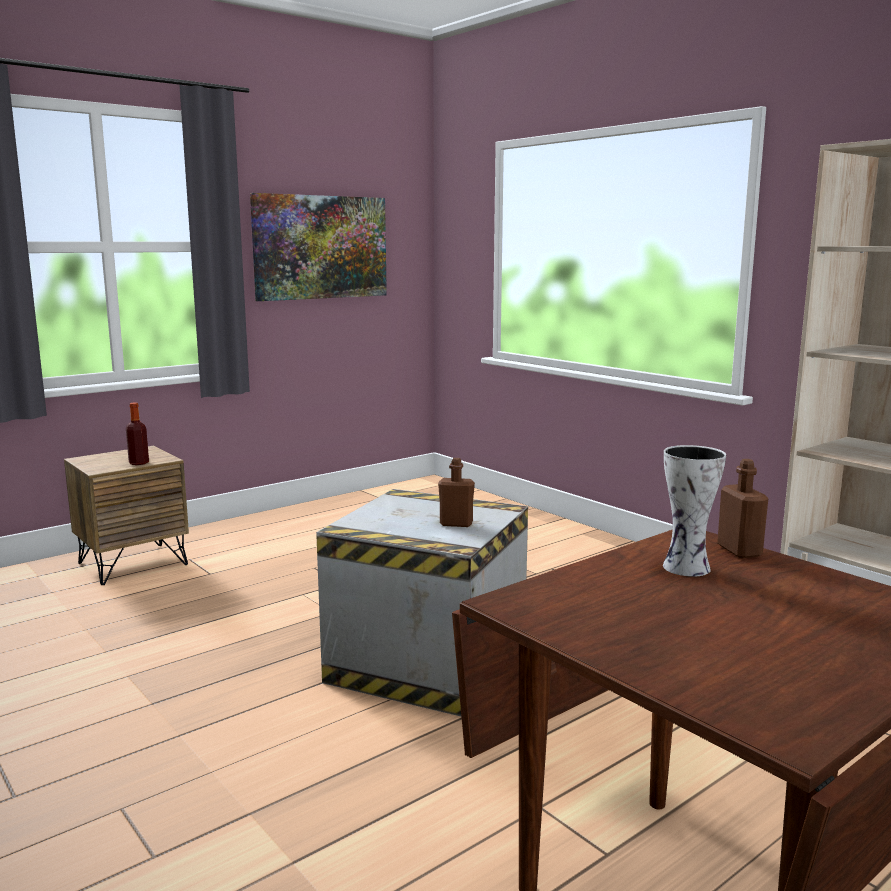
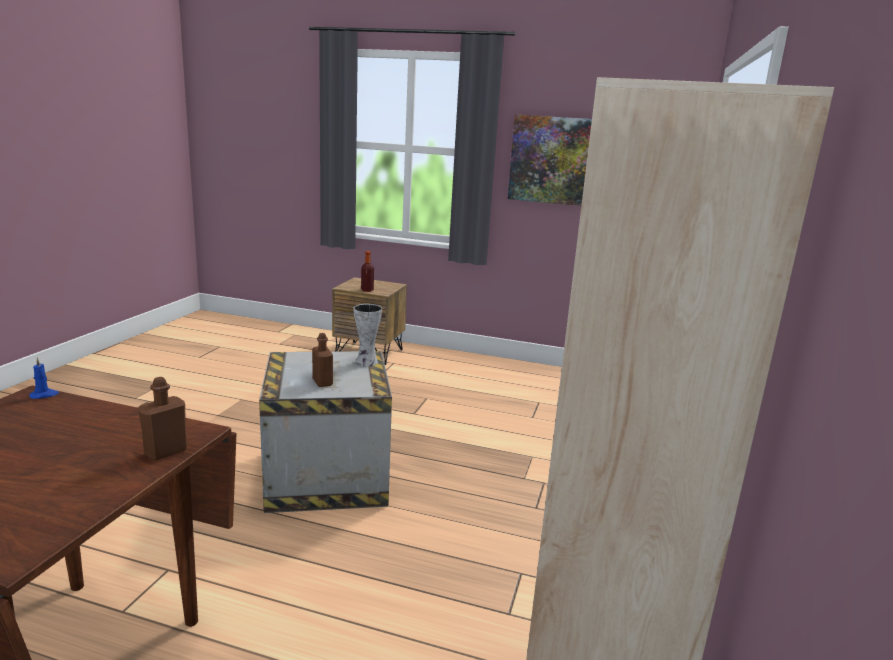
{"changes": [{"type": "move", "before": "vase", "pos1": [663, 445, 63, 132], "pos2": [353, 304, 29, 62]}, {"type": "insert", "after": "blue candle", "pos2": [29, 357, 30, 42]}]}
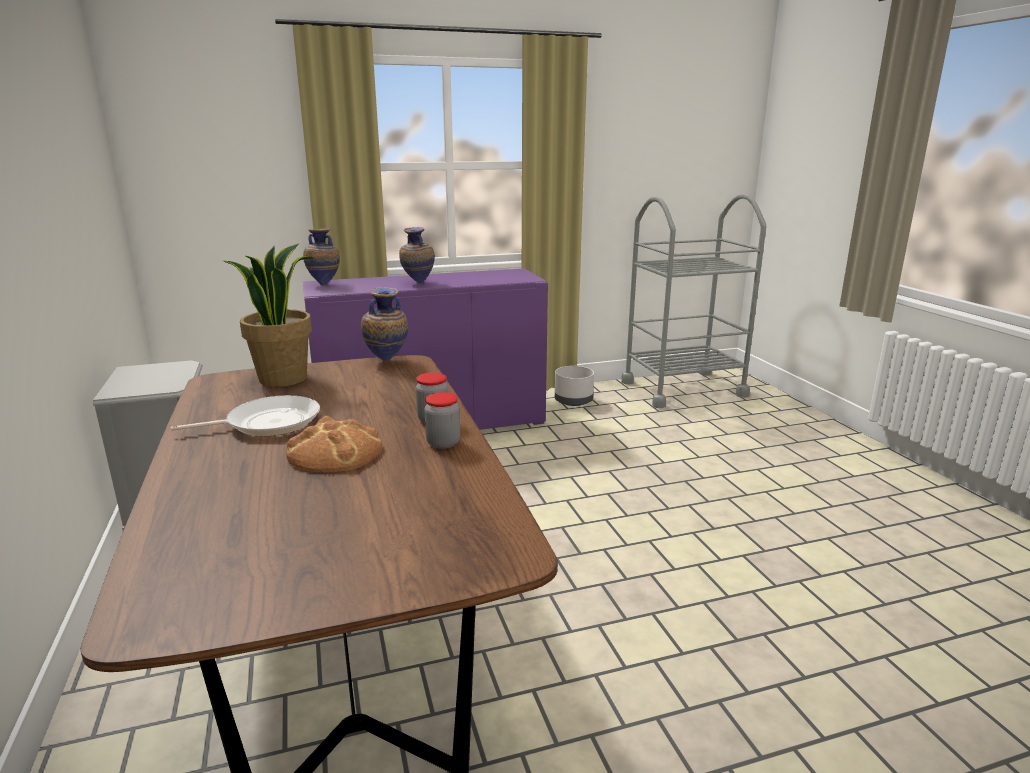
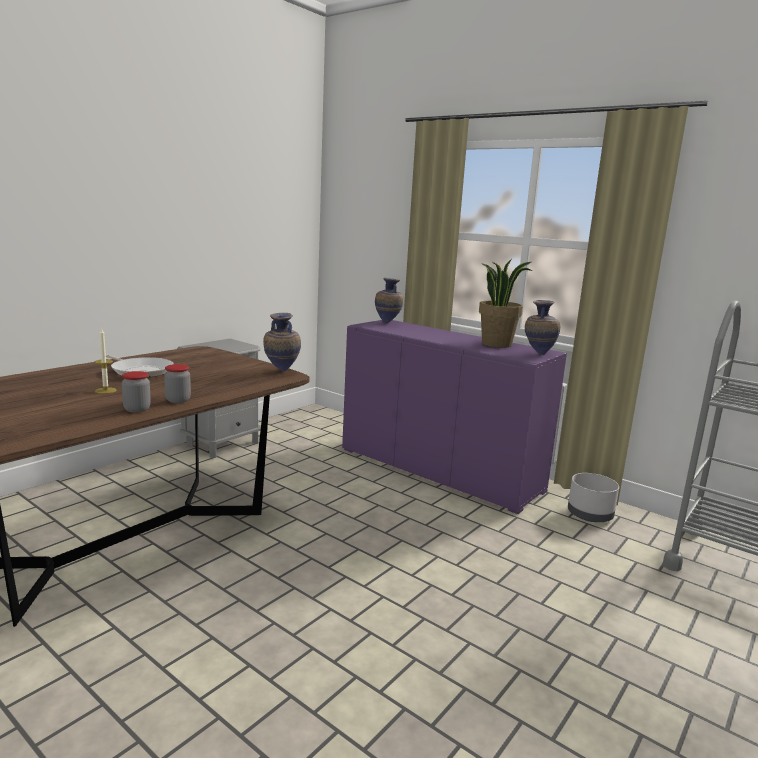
{"changes": [{"type": "move", "before": "vase", "pos1": [399, 227, 36, 56], "pos2": [525, 300, 35, 55]}, {"type": "move", "before": "potted plant", "pos1": [223, 244, 91, 143], "pos2": [479, 260, 54, 88]}, {"type": "replace", "before": "bread", "after": "candle", "pos1": [286, 416, 96, 56], "pos2": [95, 328, 22, 66]}]}
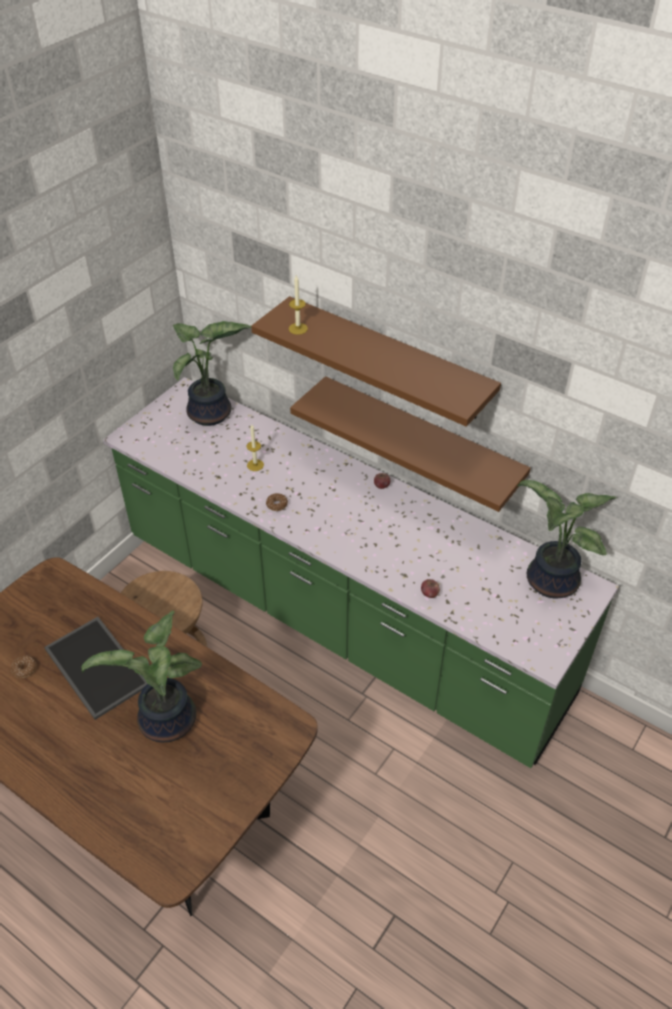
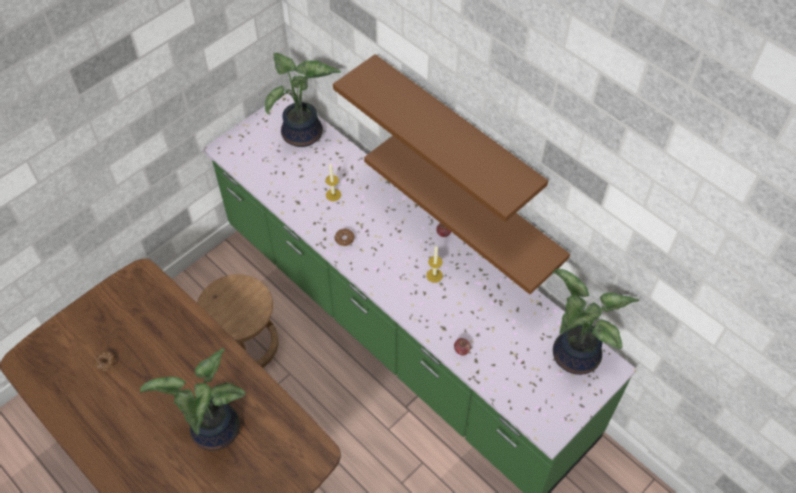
{"changes": [{"type": "move", "before": "candle", "pos1": [289, 275, 19, 60], "pos2": [426, 246, 17, 37]}, {"type": "delete", "before": "tray", "pos1": [44, 617, 103, 103]}]}
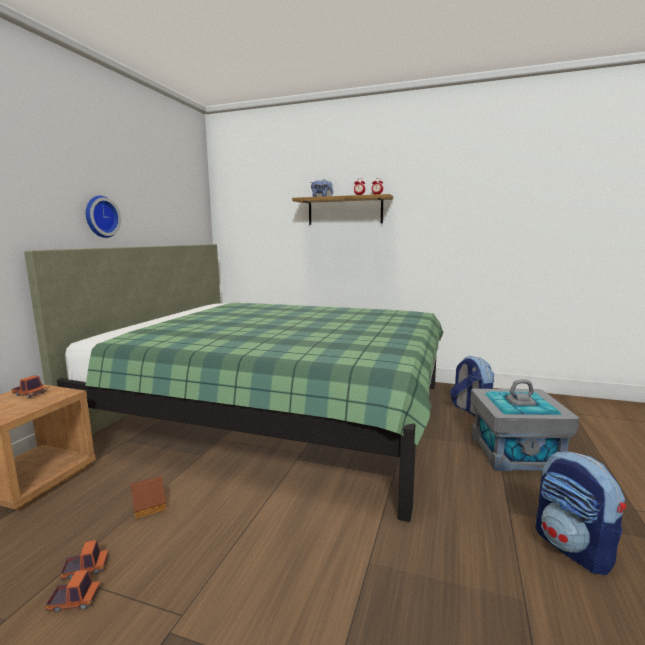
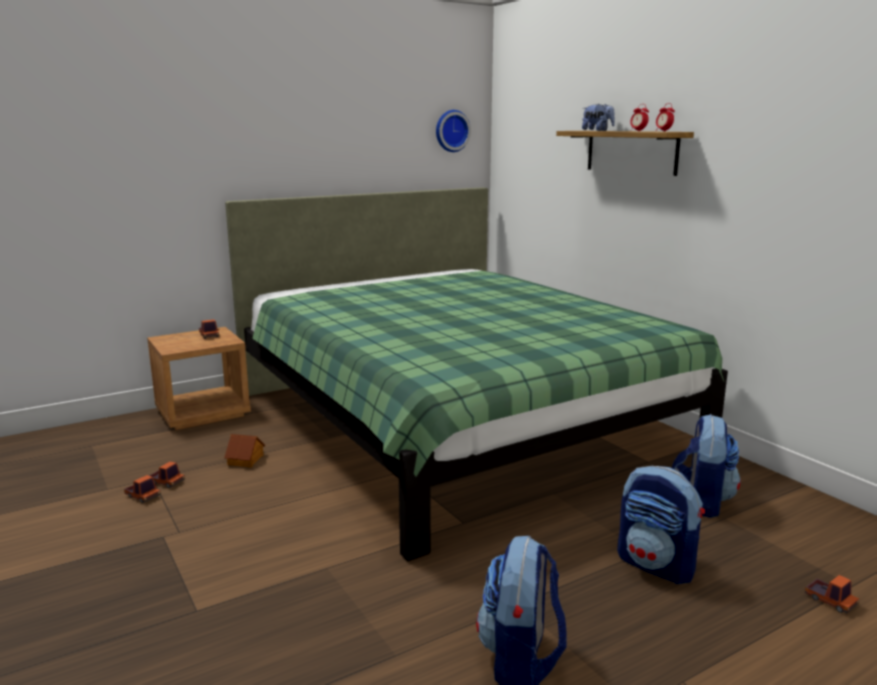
{"changes": [{"type": "move", "before": "wall clock", "pos1": [86, 196, 35, 42], "pos2": [436, 110, 35, 42]}, {"type": "replace", "before": "grey storage box", "after": "backpack", "pos1": [470, 379, 109, 92], "pos2": [617, 466, 88, 118]}, {"type": "insert", "after": "toy truck", "pos2": [805, 575, 54, 38]}]}
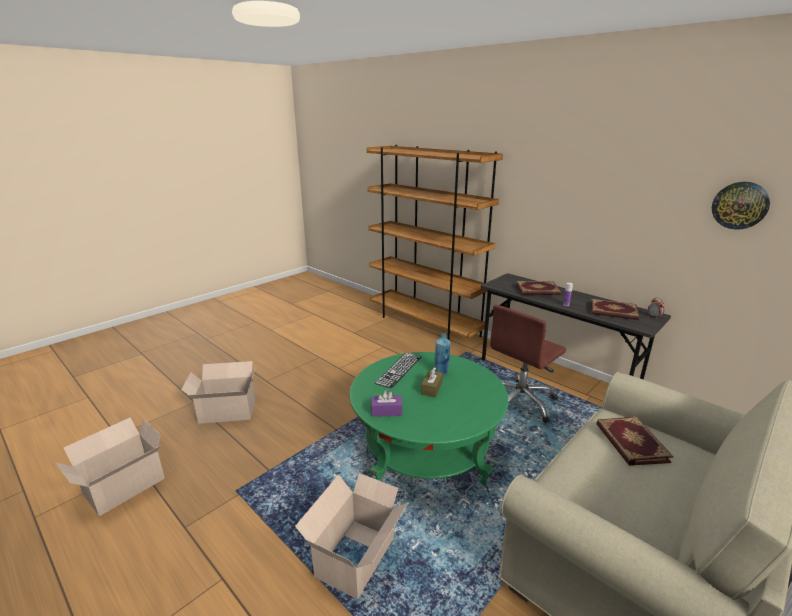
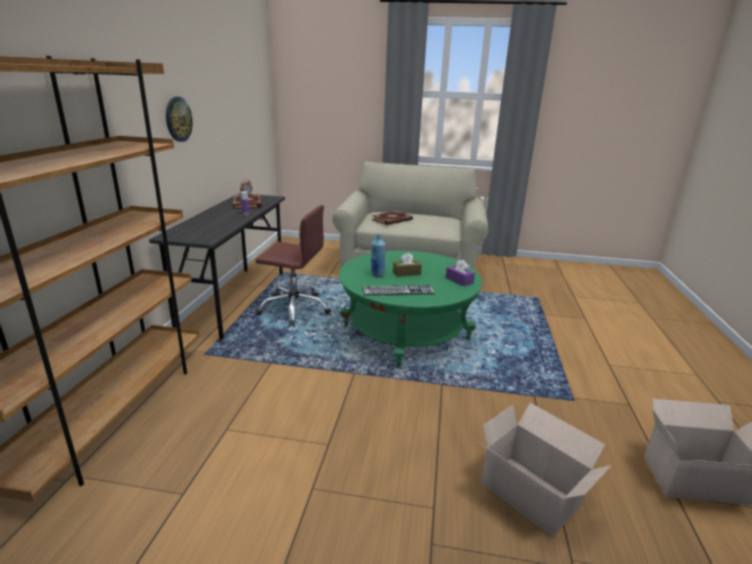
{"changes": [{"type": "move", "before": "wall clock", "pos1": [712, 182, 58, 48], "pos2": [166, 97, 27, 45]}, {"type": "delete", "before": "book", "pos1": [516, 281, 45, 14]}, {"type": "delete", "before": "cardboard box", "pos1": [295, 473, 114, 126]}]}
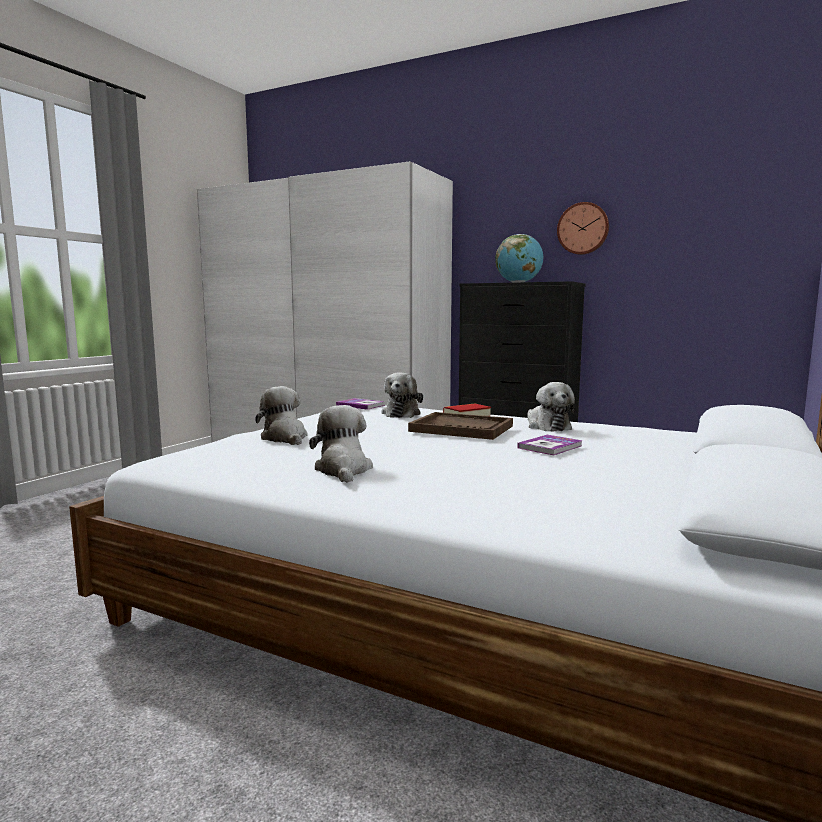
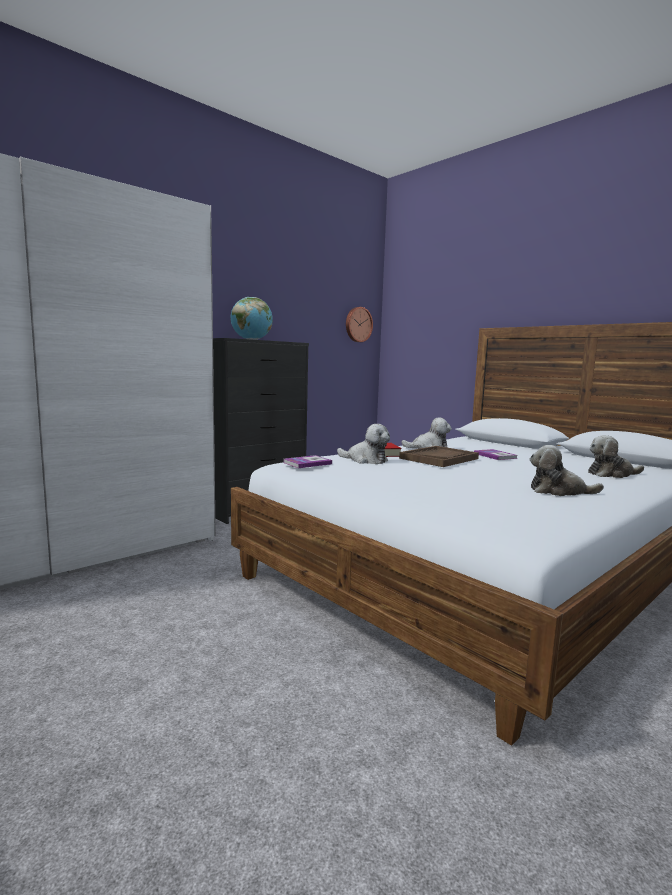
{"changes": [{"type": "move", "before": "wall clock", "pos1": [557, 202, 52, 53], "pos2": [346, 307, 27, 35]}, {"type": "move", "before": "plush toy", "pos1": [255, 386, 53, 59], "pos2": [588, 435, 56, 43]}]}
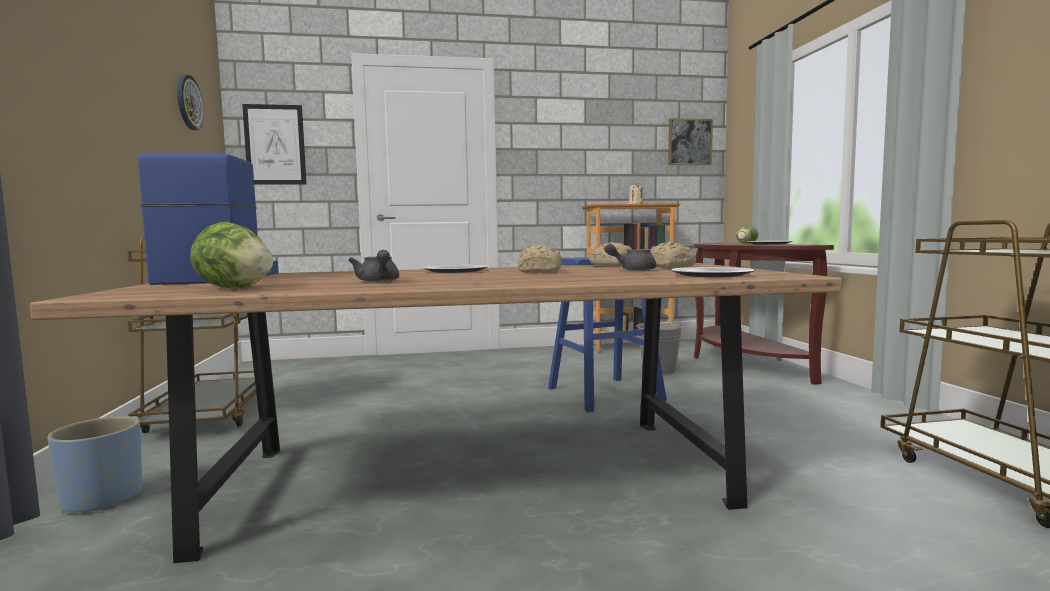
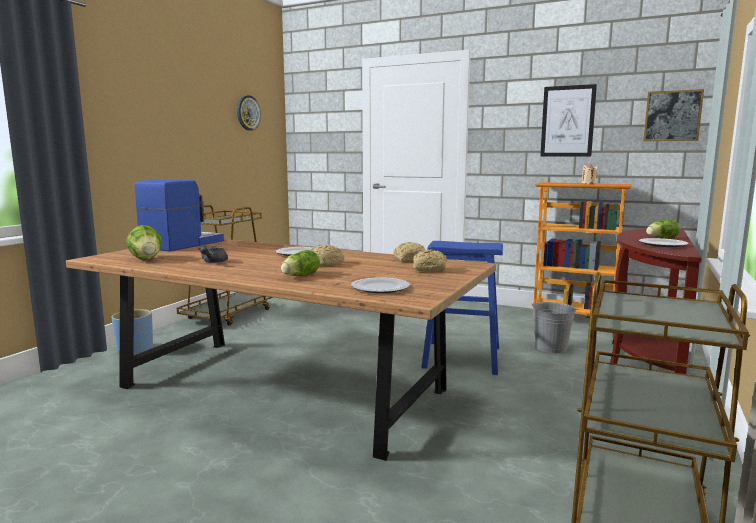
{"changes": [{"type": "move", "before": "picture", "pos1": [242, 104, 64, 80], "pos2": [540, 84, 57, 73]}, {"type": "delete", "before": "grey teapot", "pos1": [604, 244, 52, 27]}, {"type": "insert", "after": "lettuce", "pos2": [281, 250, 39, 26]}]}
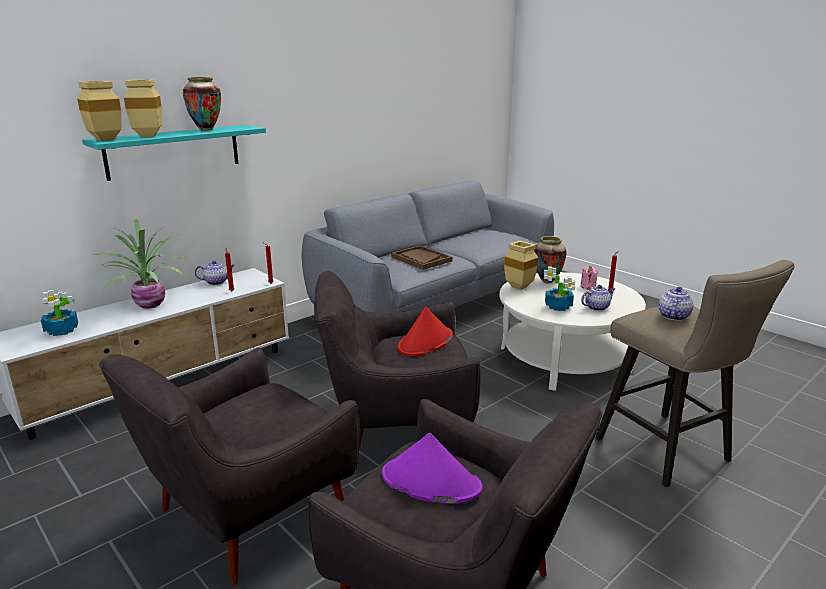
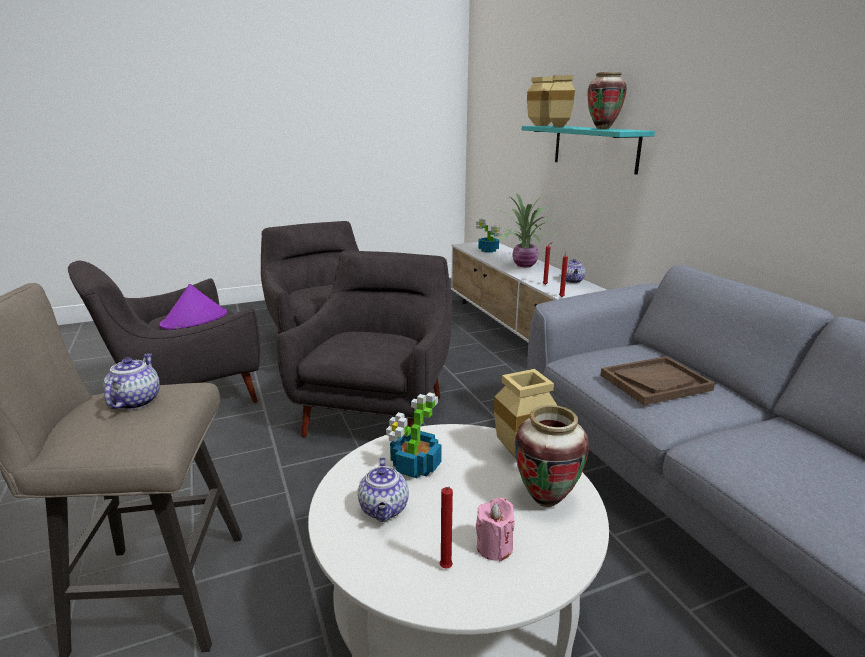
{"changes": [{"type": "rotate", "before": "teapot", "pos1": [658, 287, 35, 34], "pos2": [103, 353, 57, 57], "turn": -135}, {"type": "delete", "before": "red hat", "pos1": [398, 307, 55, 49]}]}
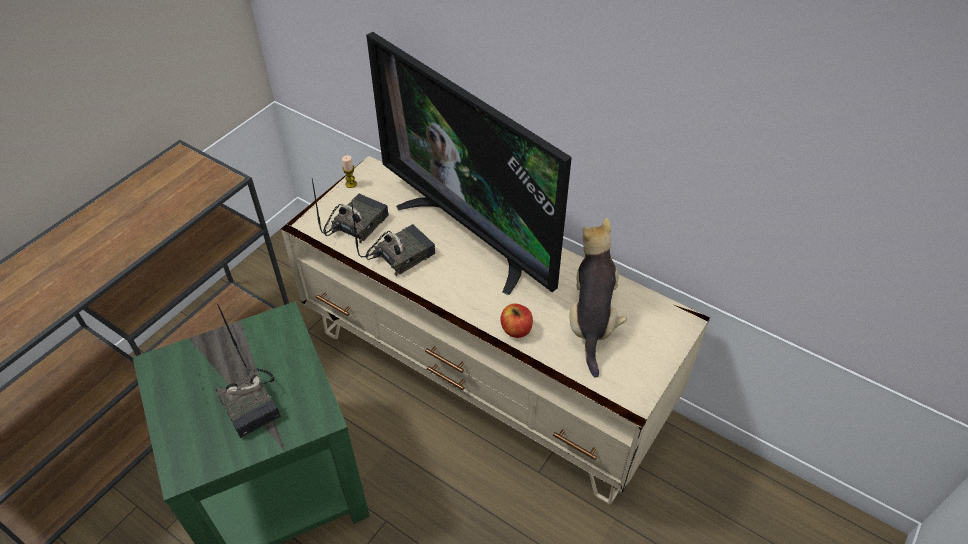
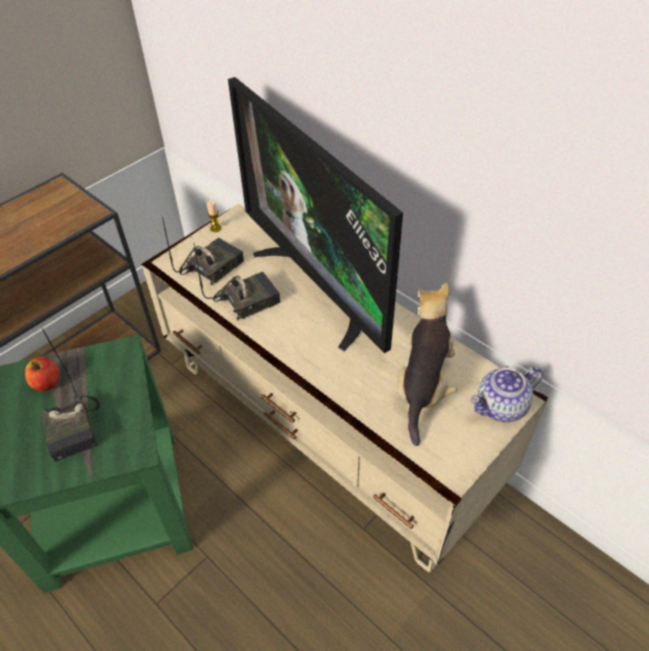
{"changes": [{"type": "move", "before": "apple", "pos1": [500, 303, 33, 35], "pos2": [25, 357, 34, 34]}, {"type": "insert", "after": "teapot", "pos2": [470, 367, 73, 55]}]}
